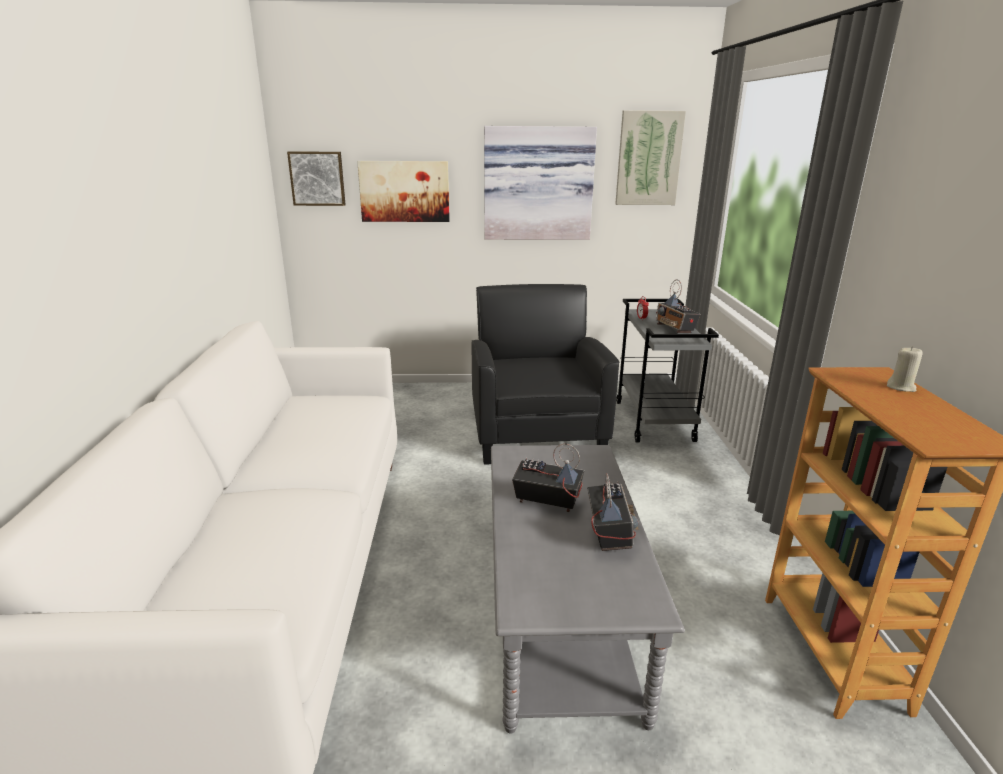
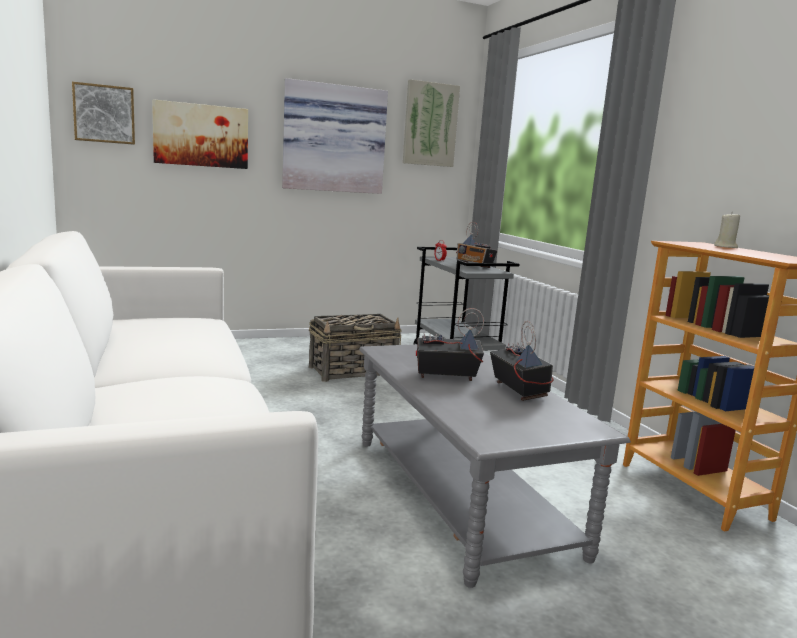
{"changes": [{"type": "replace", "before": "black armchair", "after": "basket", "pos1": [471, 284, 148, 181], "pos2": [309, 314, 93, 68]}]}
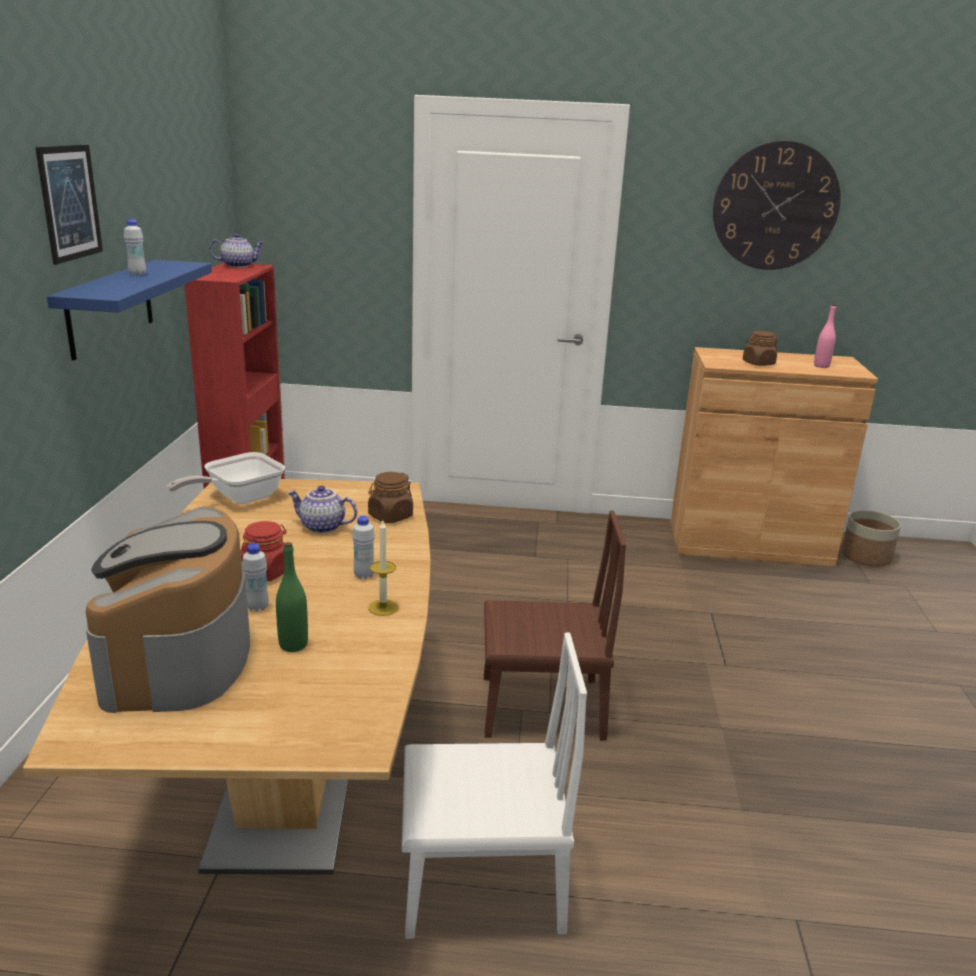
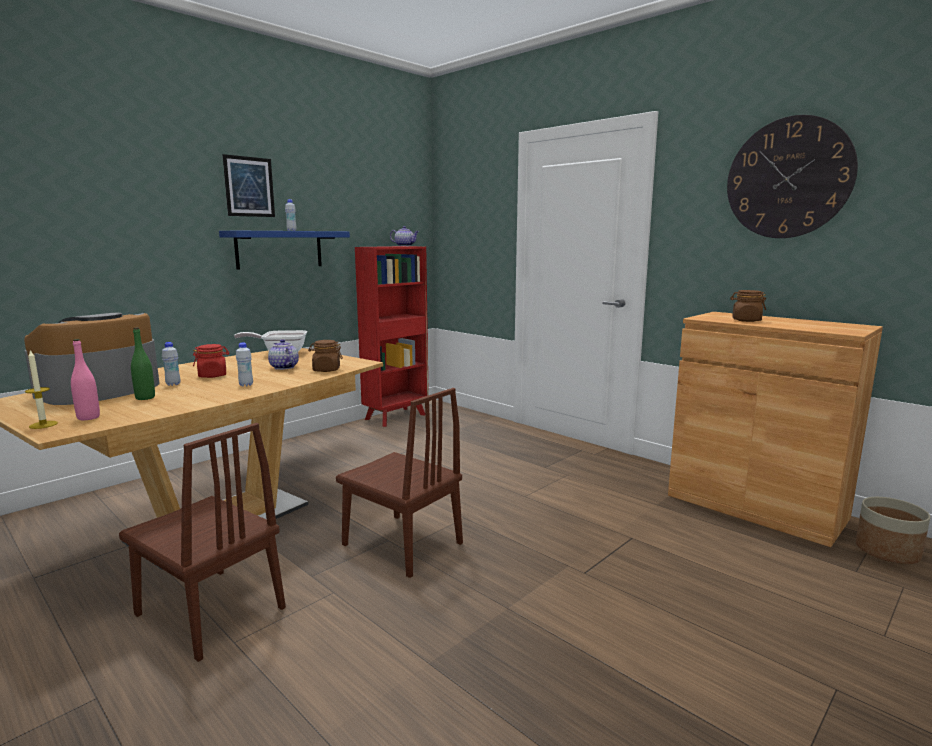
{"changes": [{"type": "move", "before": "pink bottle", "pos1": [814, 304, 22, 64], "pos2": [71, 339, 29, 81]}, {"type": "move", "before": "candle", "pos1": [368, 521, 30, 95], "pos2": [25, 349, 33, 80]}, {"type": "recolor", "before": "white chair", "after": "brown chair", "pos1": [402, 632, 185, 307], "pos2": [119, 423, 167, 239]}]}
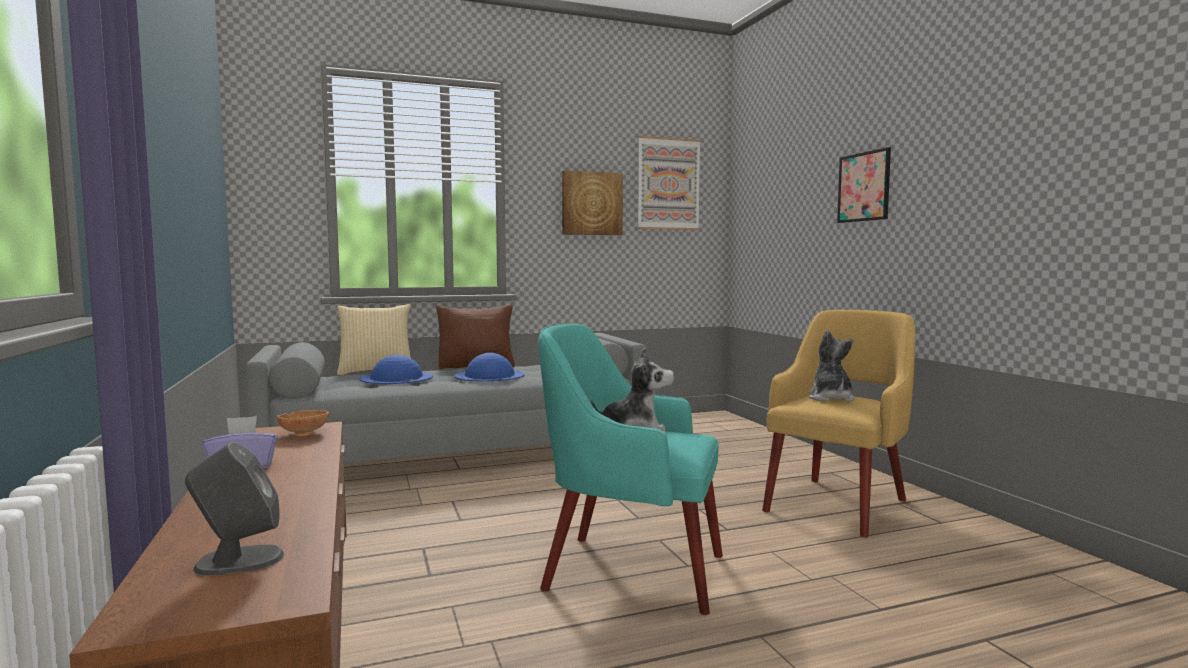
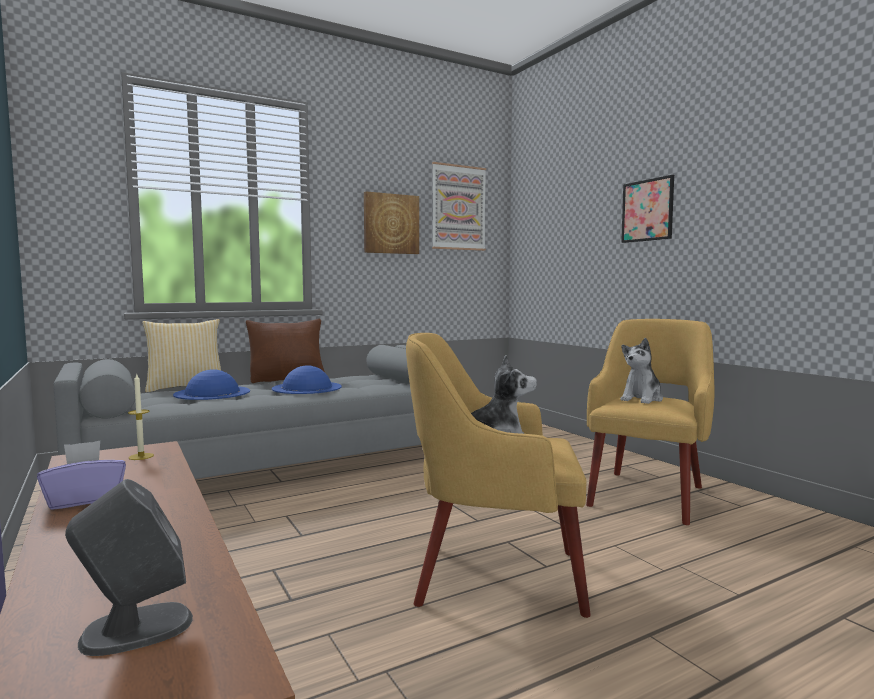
{"changes": [{"type": "recolor", "before": "turquoise armchair", "after": "yellow armchair", "pos1": [538, 324, 185, 291], "pos2": [406, 333, 185, 285]}, {"type": "rotate", "before": "plush toy", "pos1": [809, 330, 45, 72], "pos2": [620, 338, 43, 66], "turn": -135}, {"type": "replace", "before": "brown bowl", "after": "candle", "pos1": [277, 410, 52, 26], "pos2": [128, 374, 26, 86]}]}
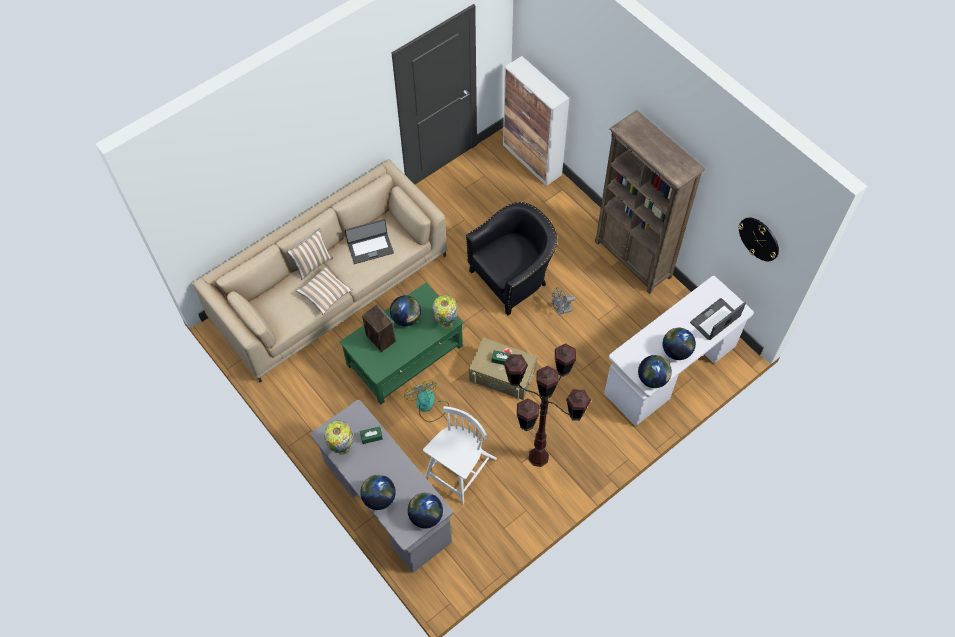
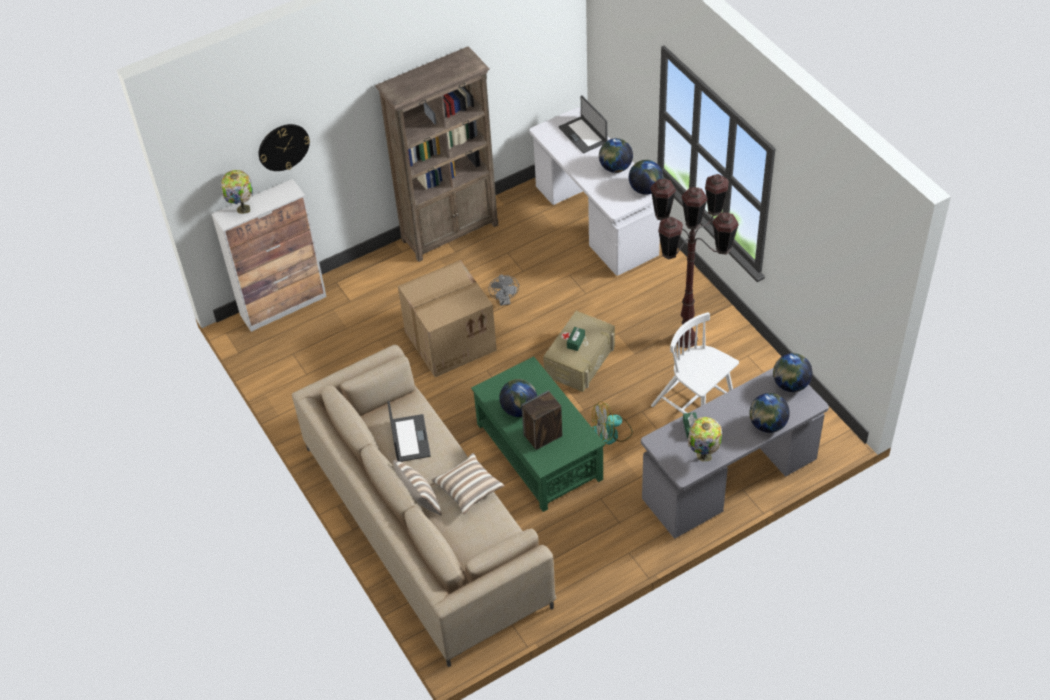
{"changes": [{"type": "replace", "before": "black armchair", "after": "cardboard box", "pos1": [466, 202, 91, 113], "pos2": [398, 260, 99, 117]}, {"type": "move", "before": "wall clock", "pos1": [738, 217, 41, 44], "pos2": [259, 124, 51, 47]}, {"type": "move", "before": "table lamp", "pos1": [432, 295, 26, 34], "pos2": [221, 170, 32, 44]}]}
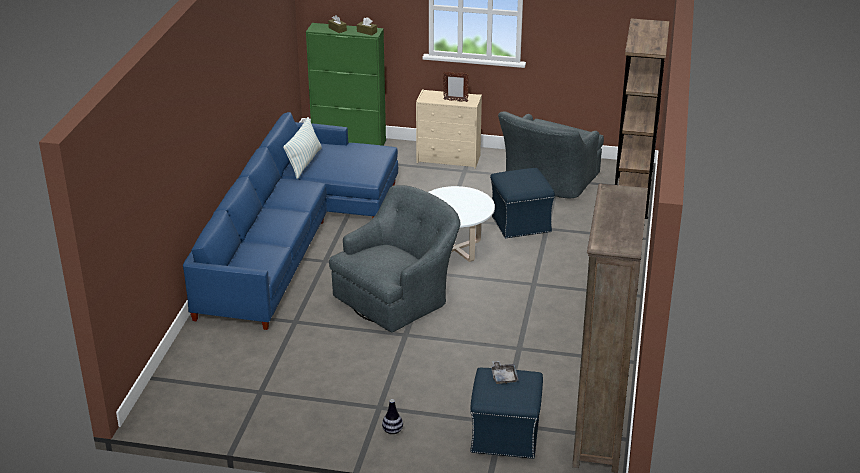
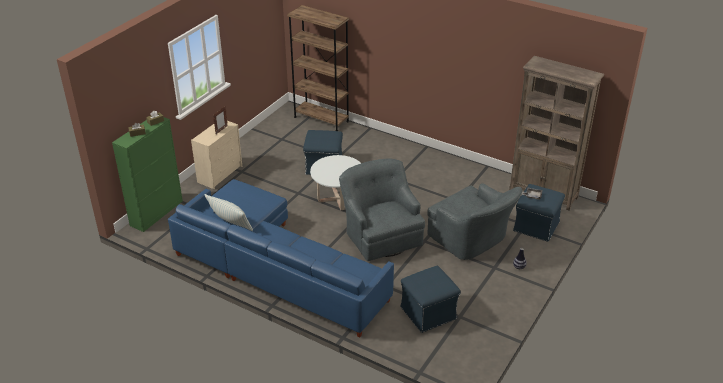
{"changes": [{"type": "move", "before": "grey armchair", "pos1": [498, 111, 106, 87], "pos2": [427, 183, 95, 77]}, {"type": "insert", "after": "blue ottoman", "pos2": [400, 266, 61, 67]}]}
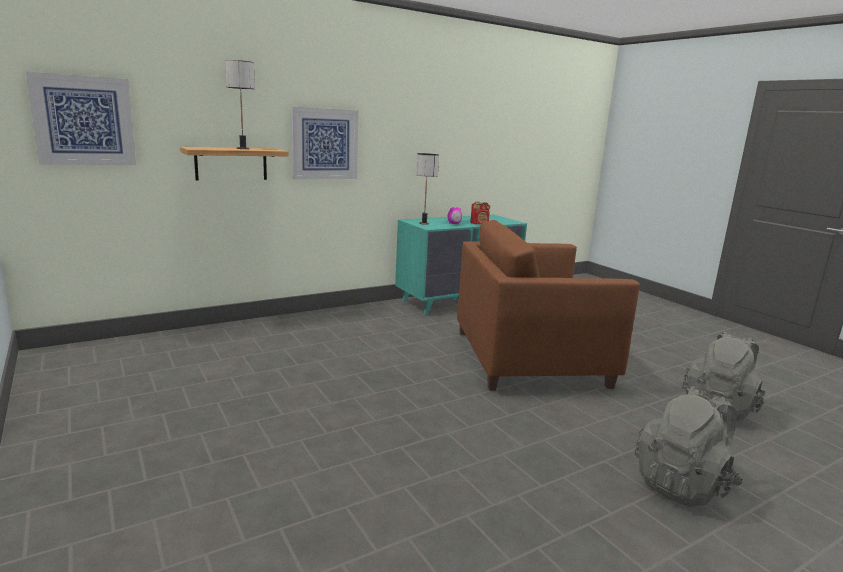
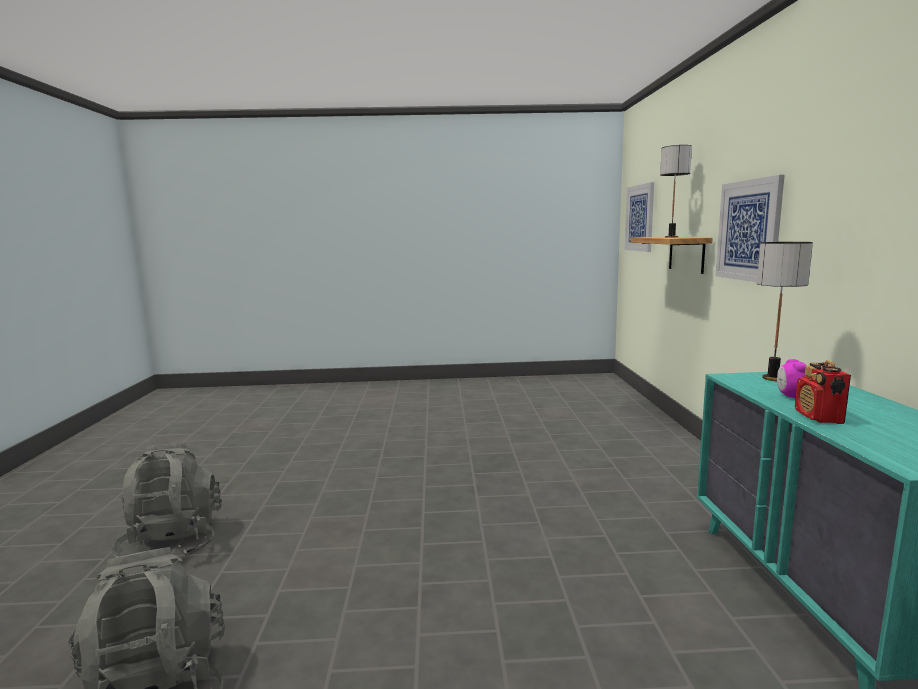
{"changes": [{"type": "delete", "before": "brown armchair", "pos1": [457, 220, 183, 171]}]}
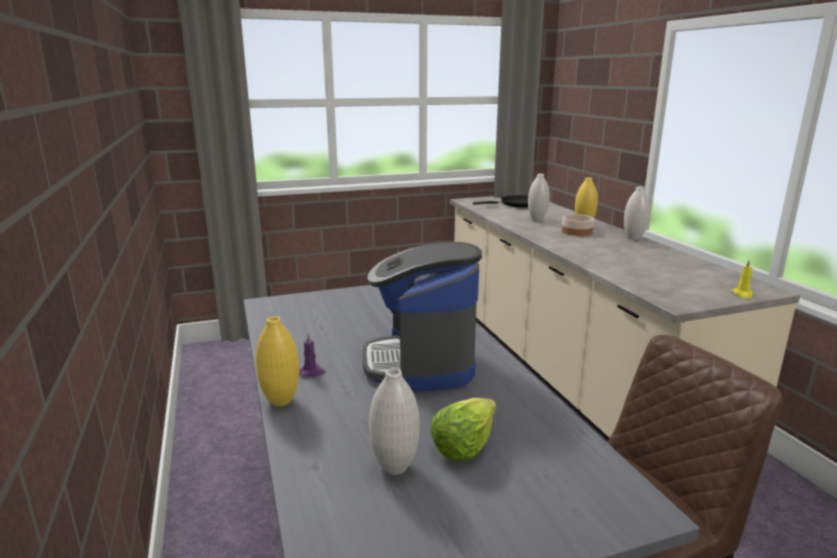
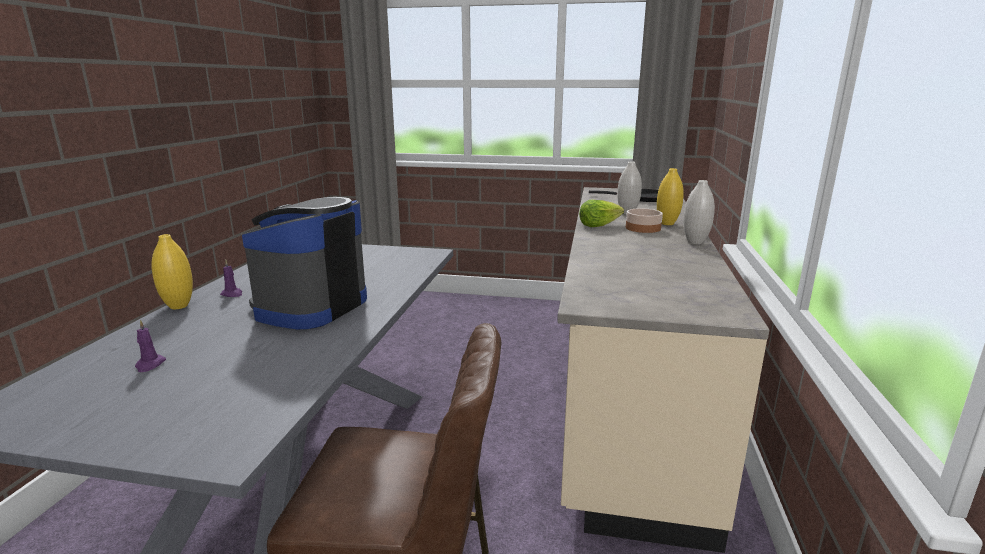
{"changes": [{"type": "delete", "before": "yellow candle", "pos1": [731, 260, 22, 38]}, {"type": "replace", "before": "white vase", "after": "purple candle", "pos1": [369, 368, 51, 107], "pos2": [135, 320, 31, 52]}, {"type": "move", "before": "lettuce", "pos1": [430, 398, 66, 63], "pos2": [579, 200, 45, 27]}]}
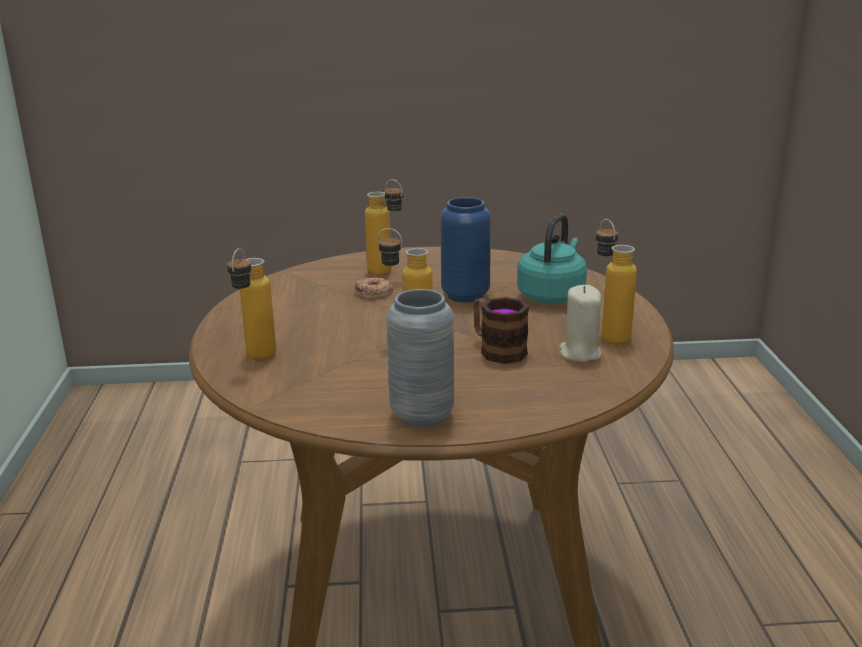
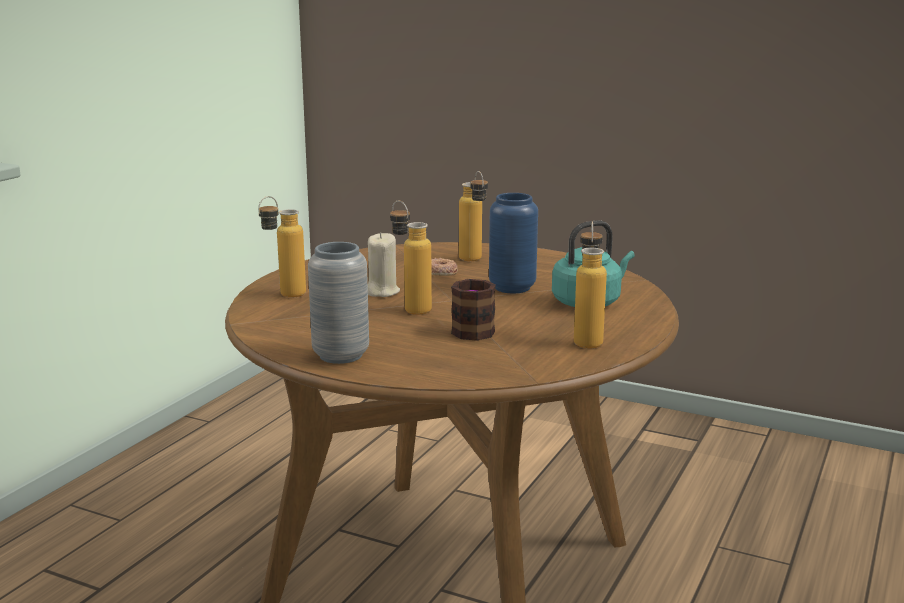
{"changes": [{"type": "move", "before": "beige candle", "pos1": [559, 285, 42, 77], "pos2": [368, 232, 32, 65]}]}
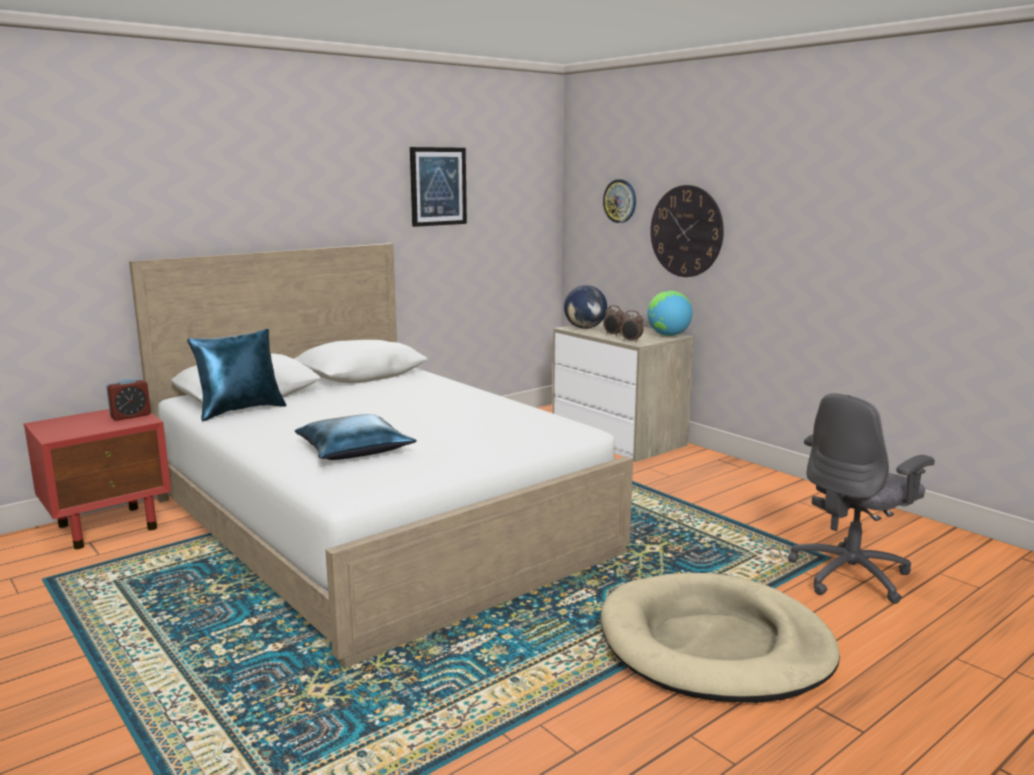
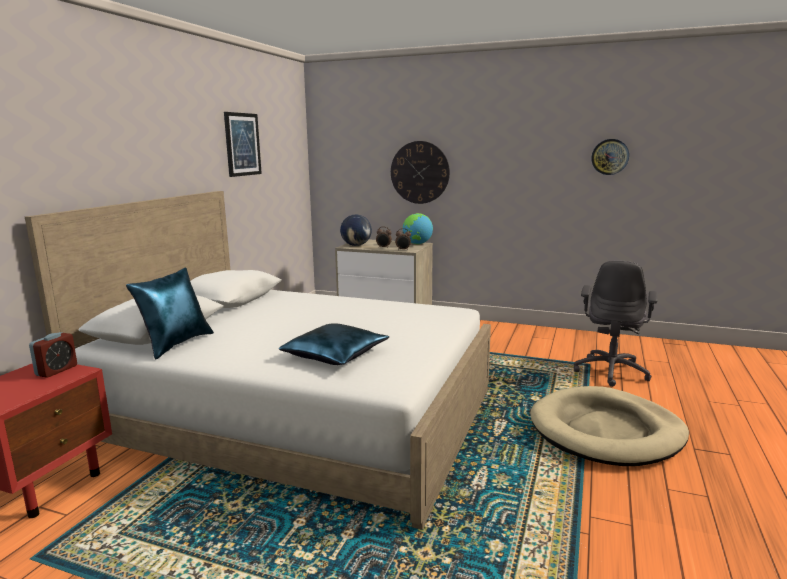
{"changes": [{"type": "move", "before": "wall clock", "pos1": [603, 179, 33, 44], "pos2": [591, 139, 38, 36]}]}
